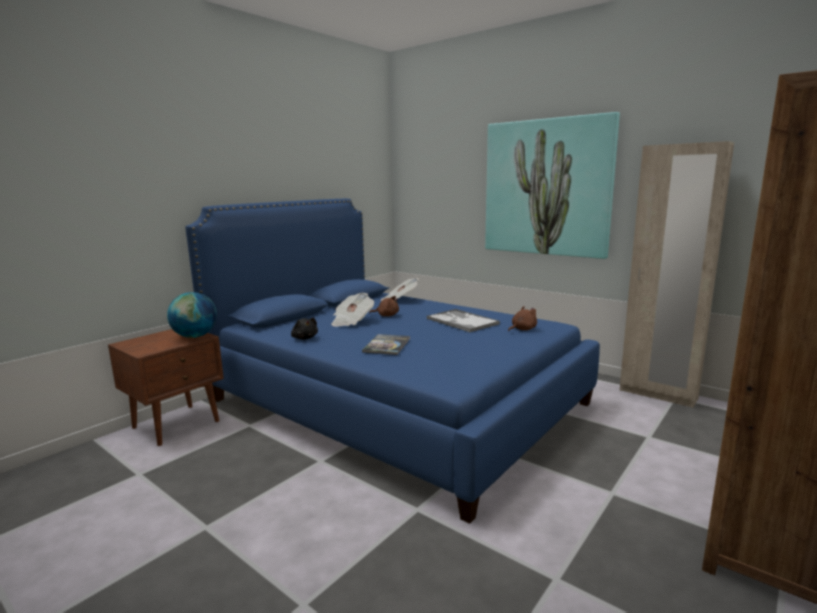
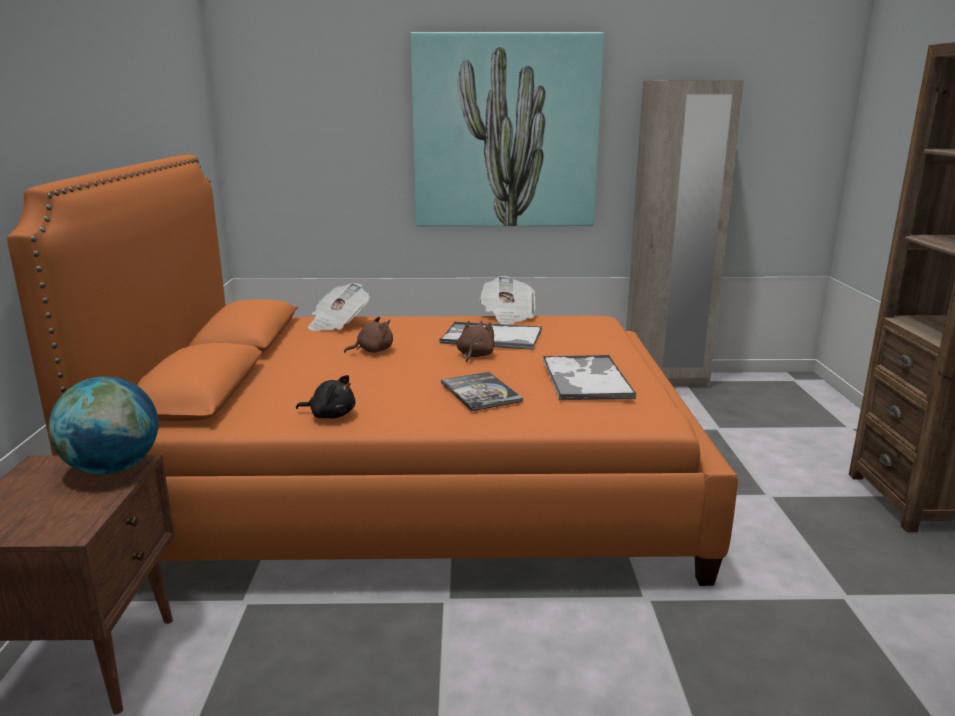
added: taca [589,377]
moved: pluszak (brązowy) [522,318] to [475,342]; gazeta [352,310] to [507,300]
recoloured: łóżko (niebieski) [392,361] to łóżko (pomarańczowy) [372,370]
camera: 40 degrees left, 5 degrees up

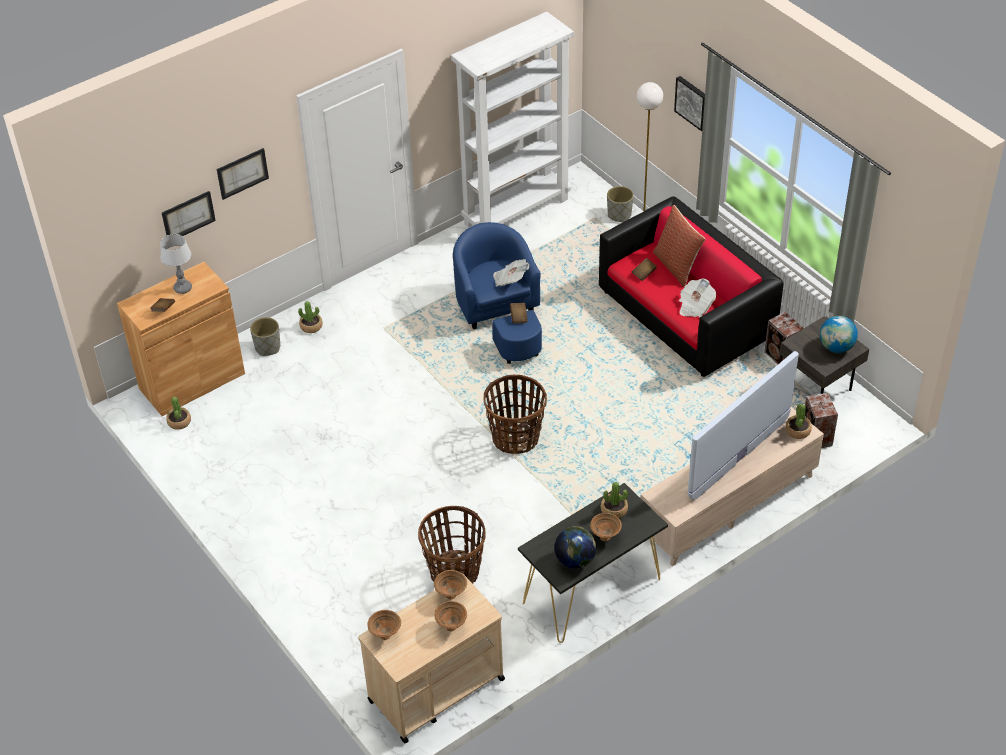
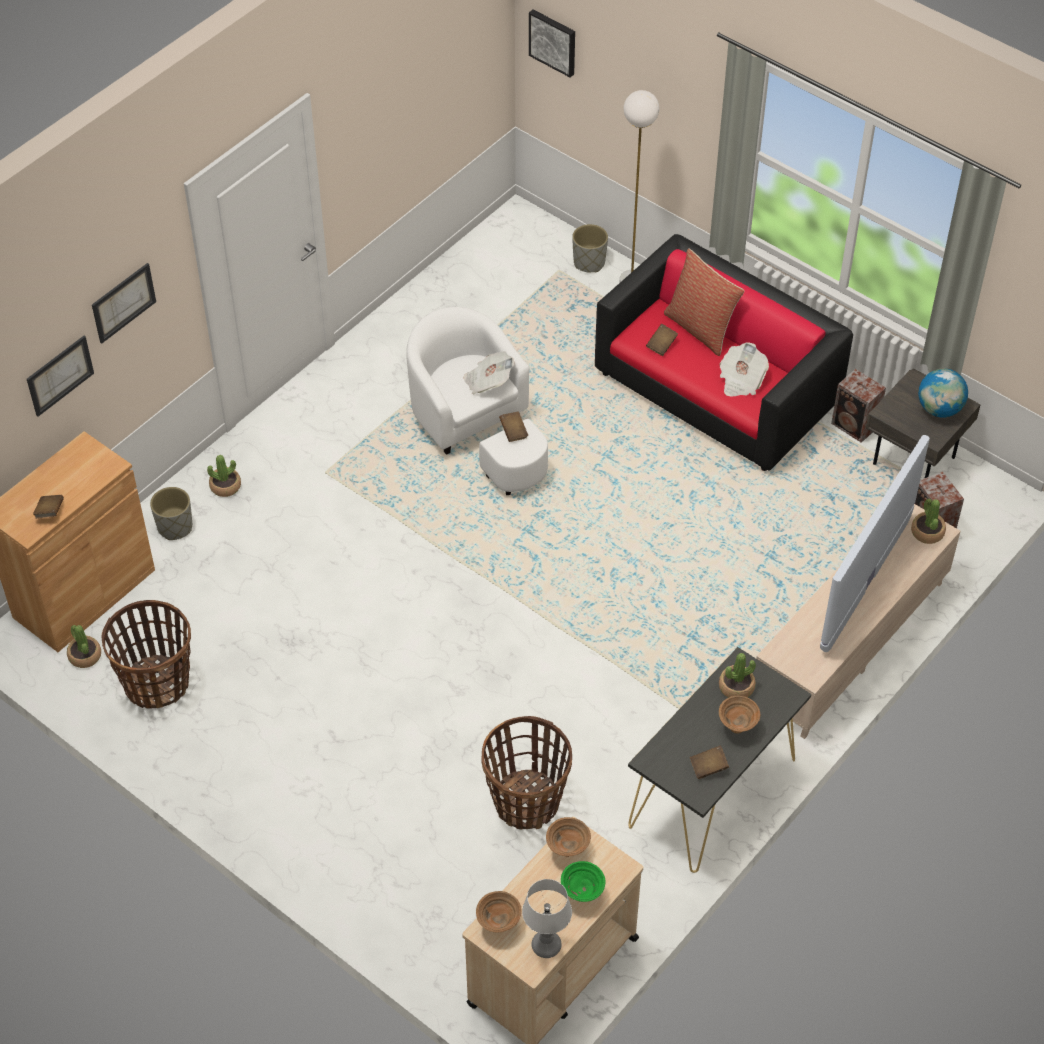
removed: regał (biały) [512,119]
moved: koszyk [515,414] to [146,654]; lampa stołowa [176,264] to [547,918]; obraz [689,103] to [552,43]
replaced: globus [575,547] to książka (brązowy) [709,762]
recoloured: fotel (niebieski) [497,293] to fotel (biały) [477,401]; miska (brązowy) [450,616] to miska (zielony) [583,881]
camera: 15 degrees left, 5 degrees up

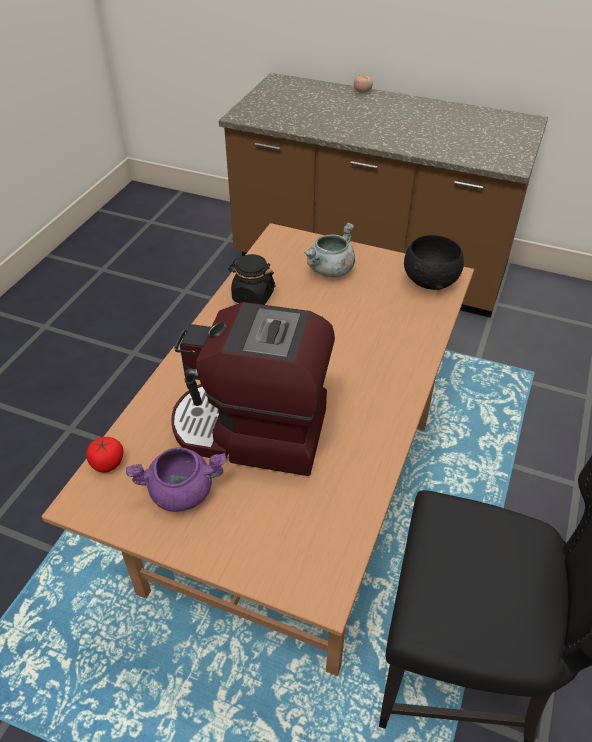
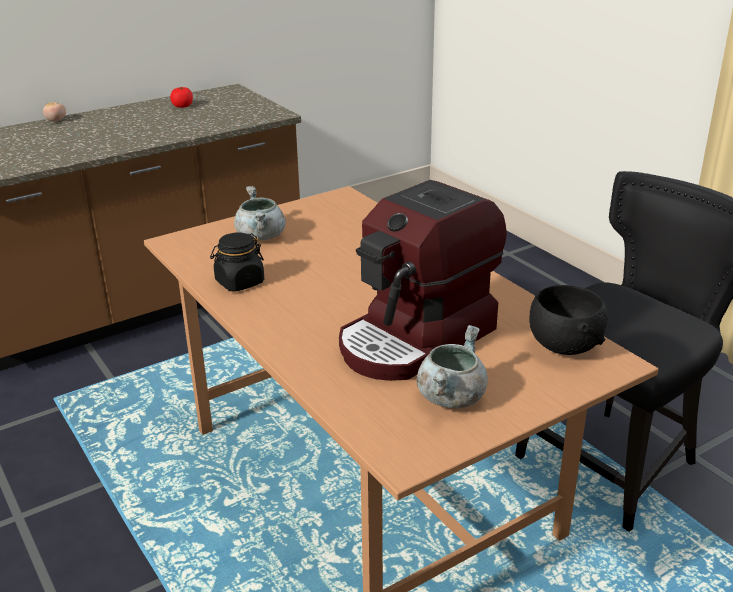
moved: pomidor [104,454] to [181,97]; miska (czarny) [434,262] to [568,320]
recoloured: garnek (fioletowy) [176,479] to garnek (szary) [452,367]
camera: 55 degrees left, 15 degrees down

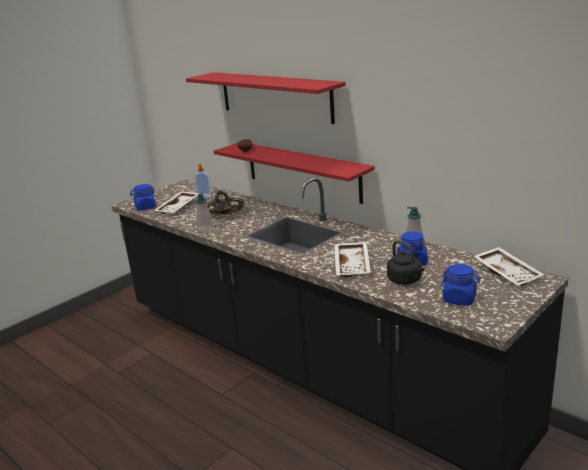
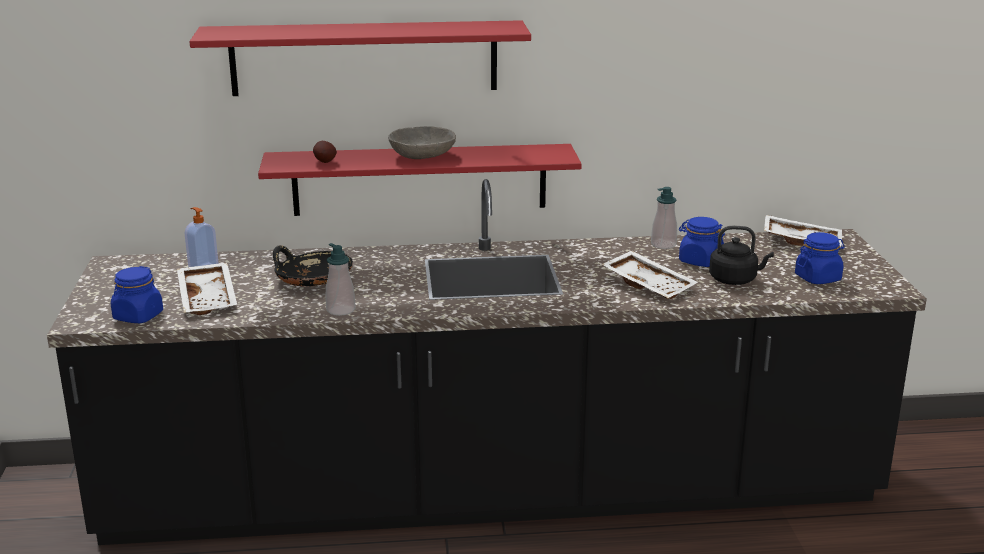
added: miska (szary) [422,142]
camera: 50 degrees left, 0 degrees up

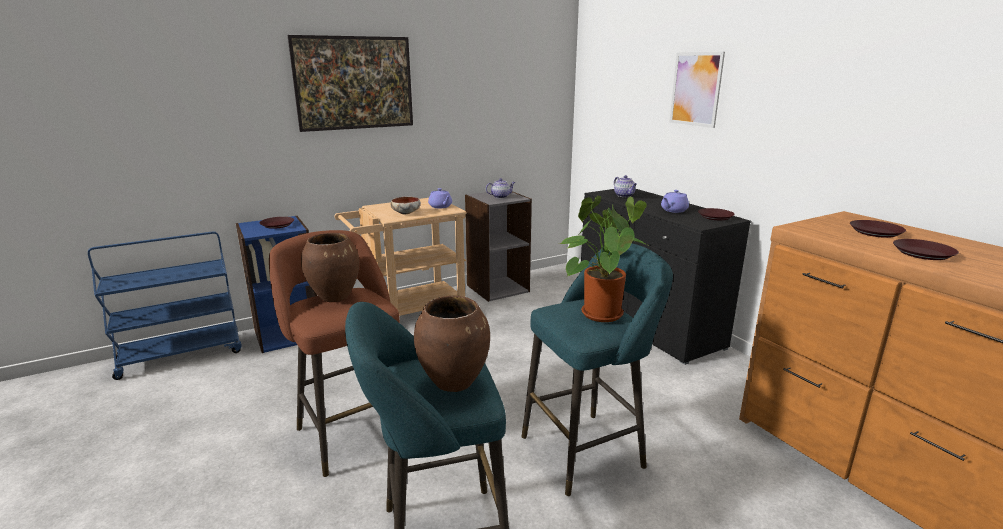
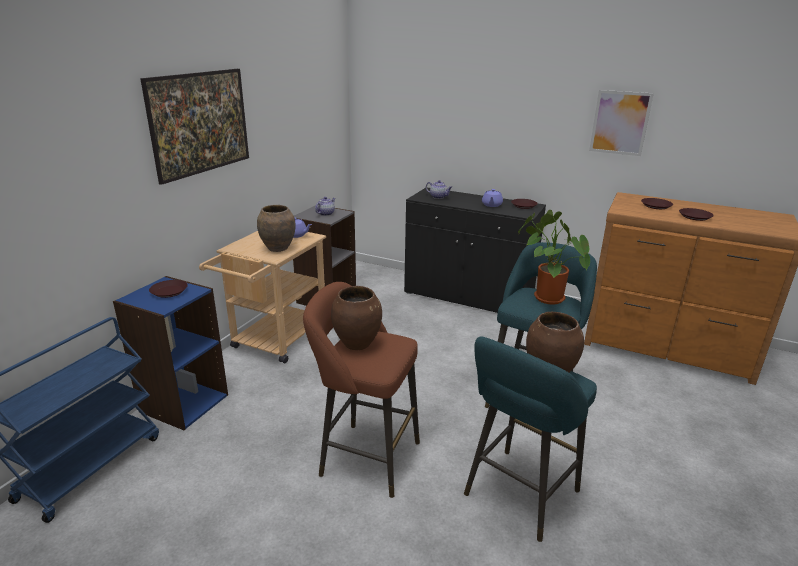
moved: obraz [697,90] to [621,123]
replaced: miska [405,205] to wazon (brązowy) [276,228]
camera: 35 degrees left, 5 degrees up

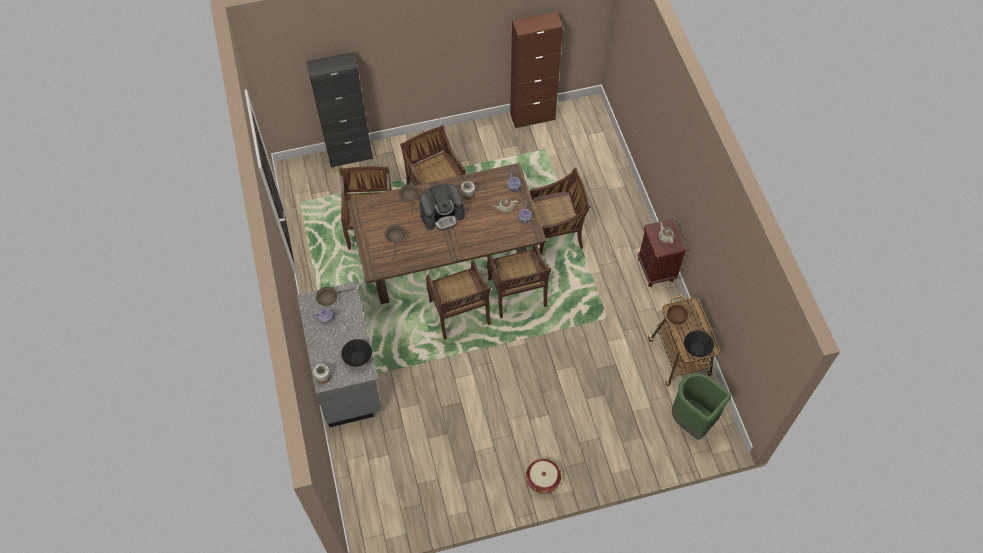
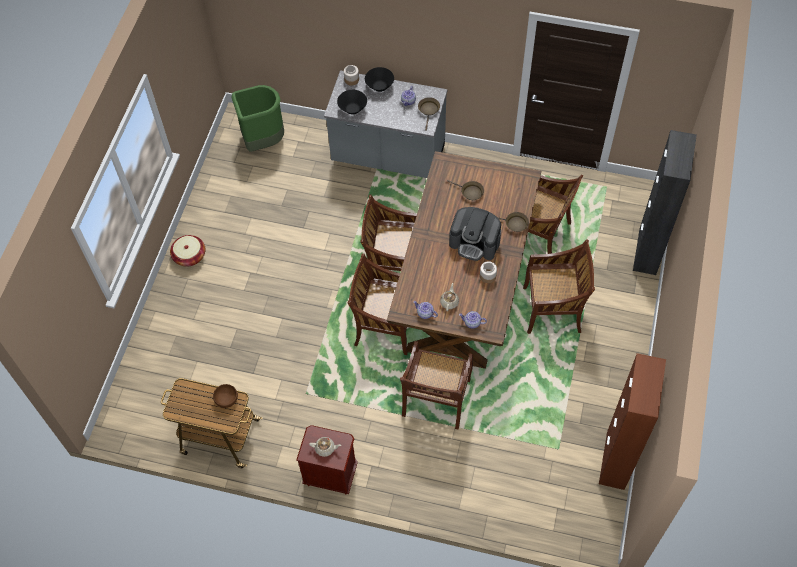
moved: kosz na śmieci (zielony) [701,406] to [257,118]; miska (czarny) [699,343] to [379,79]
turned: ekspres do kawy [442,207] = [475,234] 75 degrees counterclockwise
camera: 120 degrees right, 0 degrees up

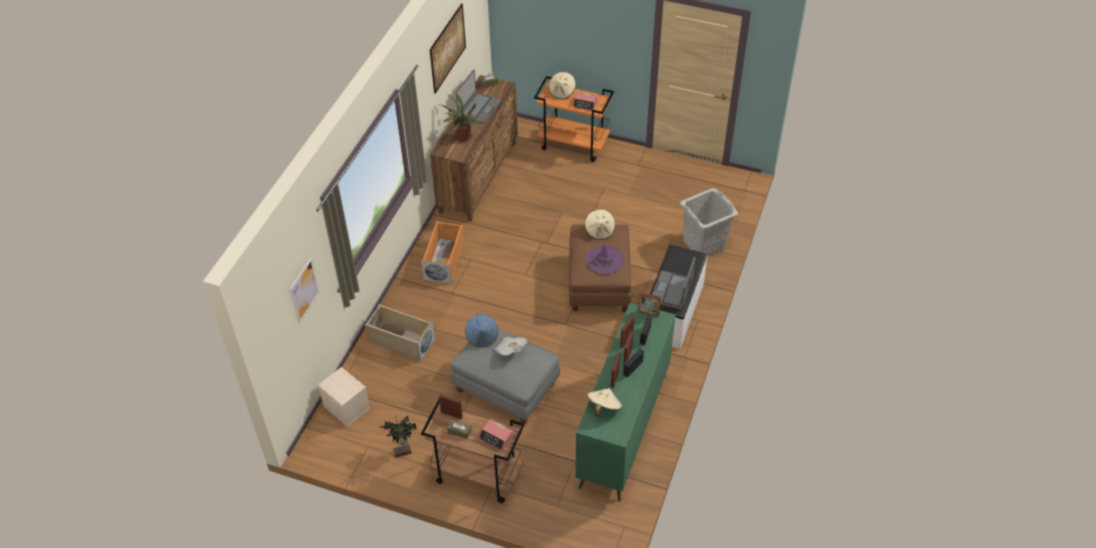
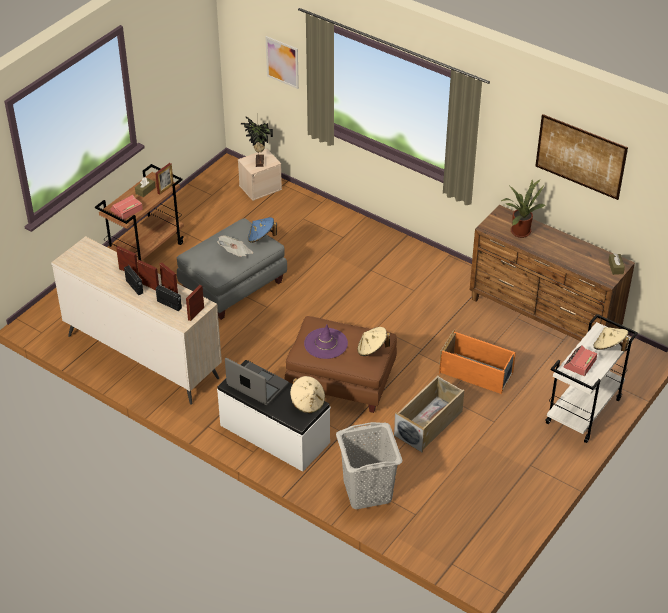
removed: laptop [478,97]
moved: roślina doniczkowa [398,436] to [257,142]; kapelusz (beżowy) [604,402] to [307,395]; pojemnik do przechowywania (beżowy) [400,333] to [429,413]; pojemnik do przechowywania (pomarańczowy) [442,252] to [477,362]
recoloured: komoda (zielony) [625,402] to komoda (beżowy) [136,320]; wózek (pomarańczowy) [574,119] to wózek (biały) [592,378]
camera: 105 degrees right, 5 degrees down

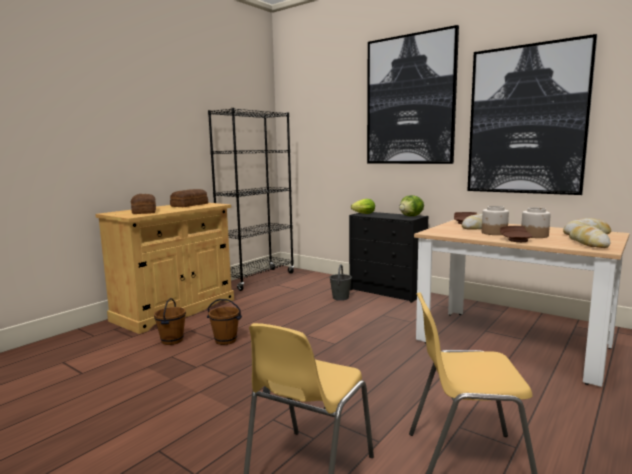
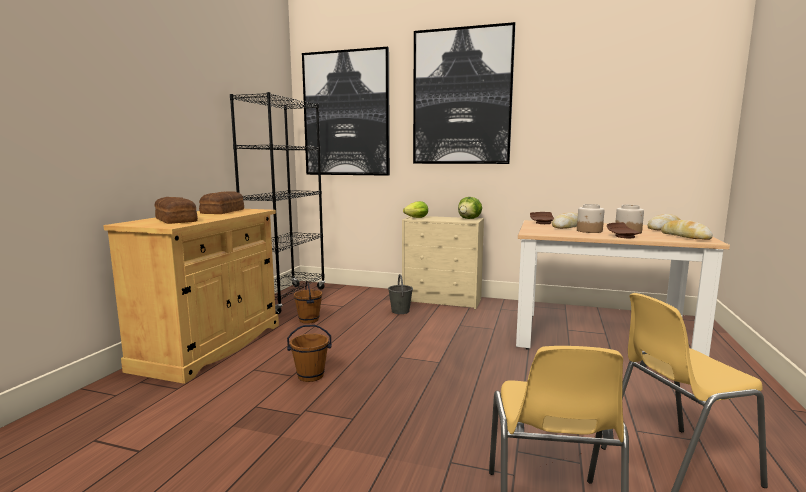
moved: wiadro (brązowy) [170,321] to [308,302]; obraz [532,114] to [346,111]
recoloured: komoda (czarny) [388,257] to komoda (beżowy) [443,262]
camera: 20 degrees left, 0 degrees up

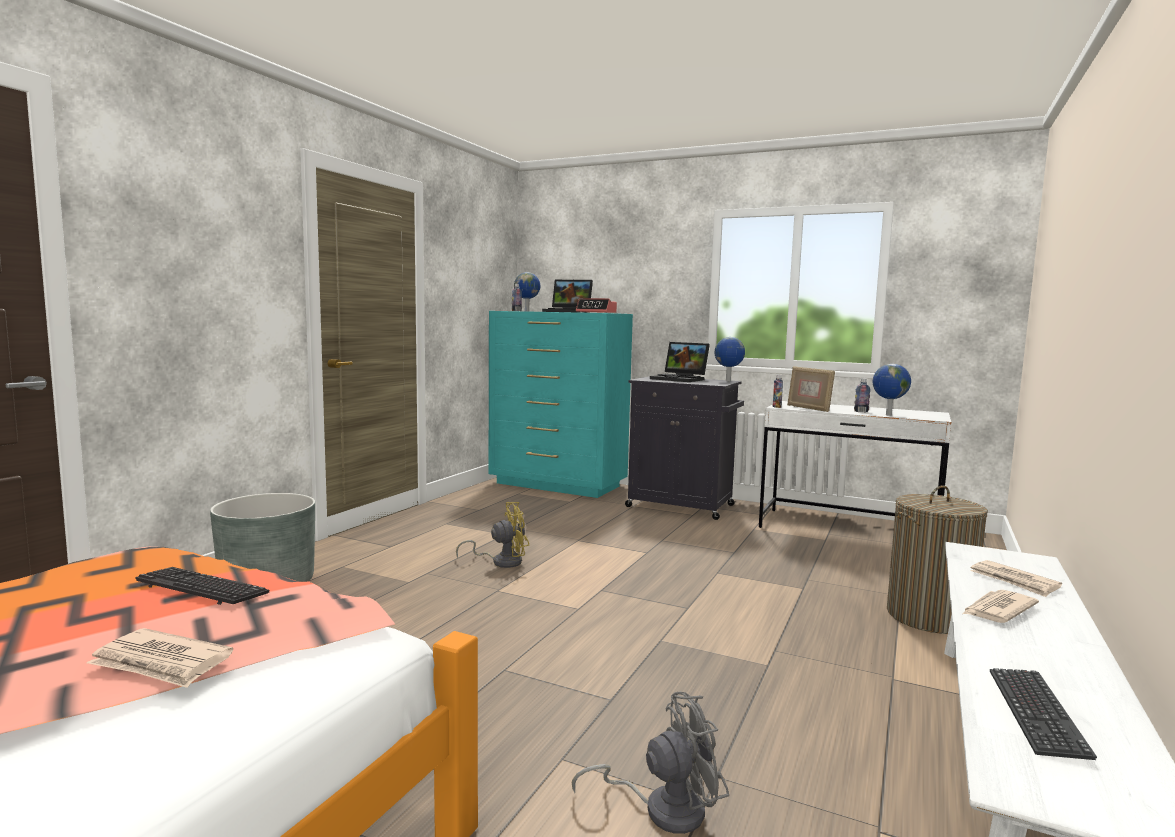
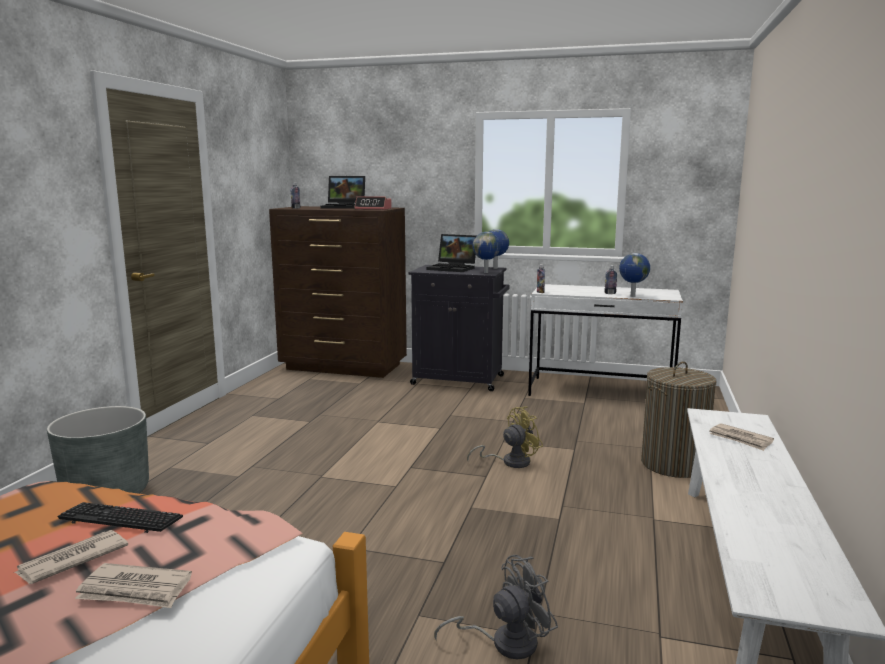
removed: ramka na zdjęcie [811,389]; klawiatura [1043,714]
moved: gazeta [1001,606] to [71,557]; wentylator (żółty) [492,535] to [505,437]; globus [527,292] to [487,252]
recoloured: komoda (turkusowy) [561,404] to komoda (brązowy) [338,292]
camera: 10 degrees left, 5 degrees up

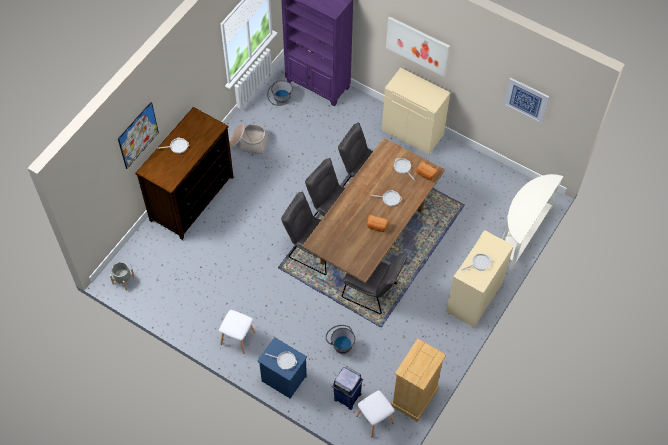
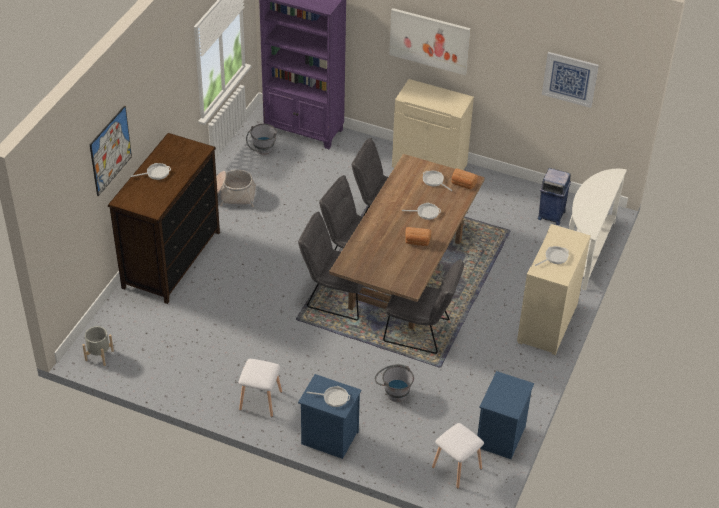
moved: kosz na śmieci (niebieski) [347,388] to [554,196]
replaced: komoda (beżowy) [418,380] to szafka nocna (niebieski) [505,415]
camera: 10 degrees left, 15 degrees down

